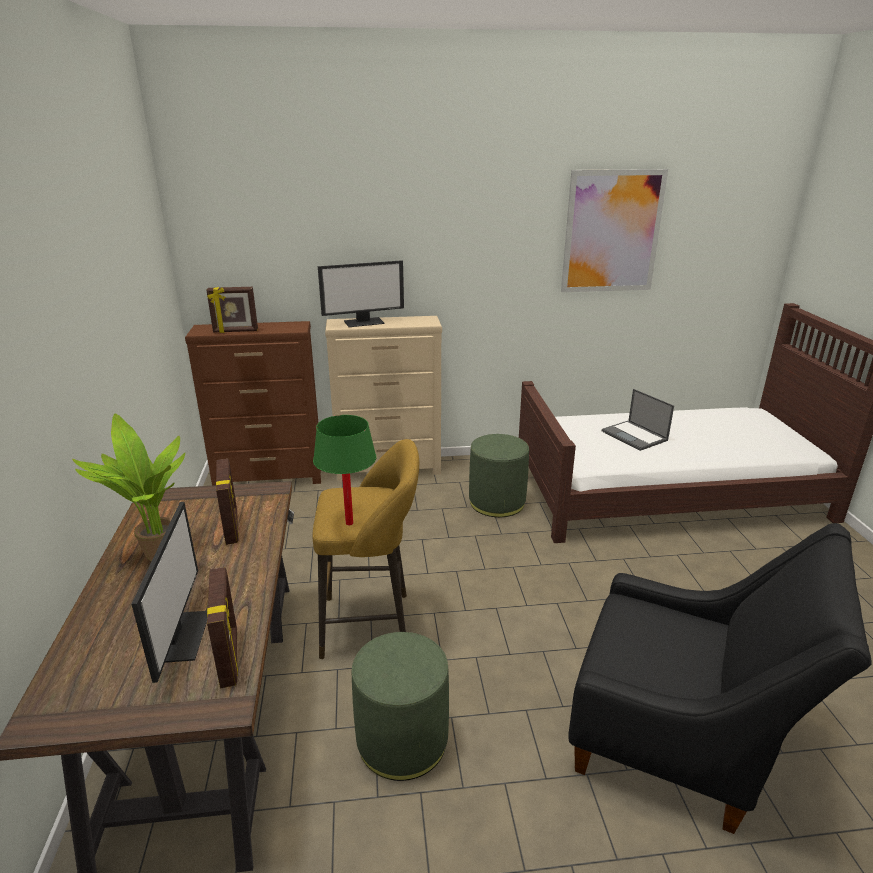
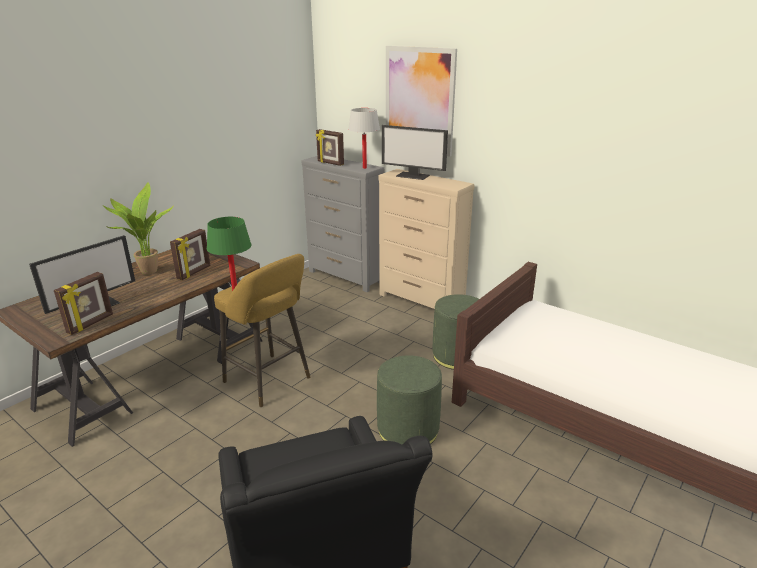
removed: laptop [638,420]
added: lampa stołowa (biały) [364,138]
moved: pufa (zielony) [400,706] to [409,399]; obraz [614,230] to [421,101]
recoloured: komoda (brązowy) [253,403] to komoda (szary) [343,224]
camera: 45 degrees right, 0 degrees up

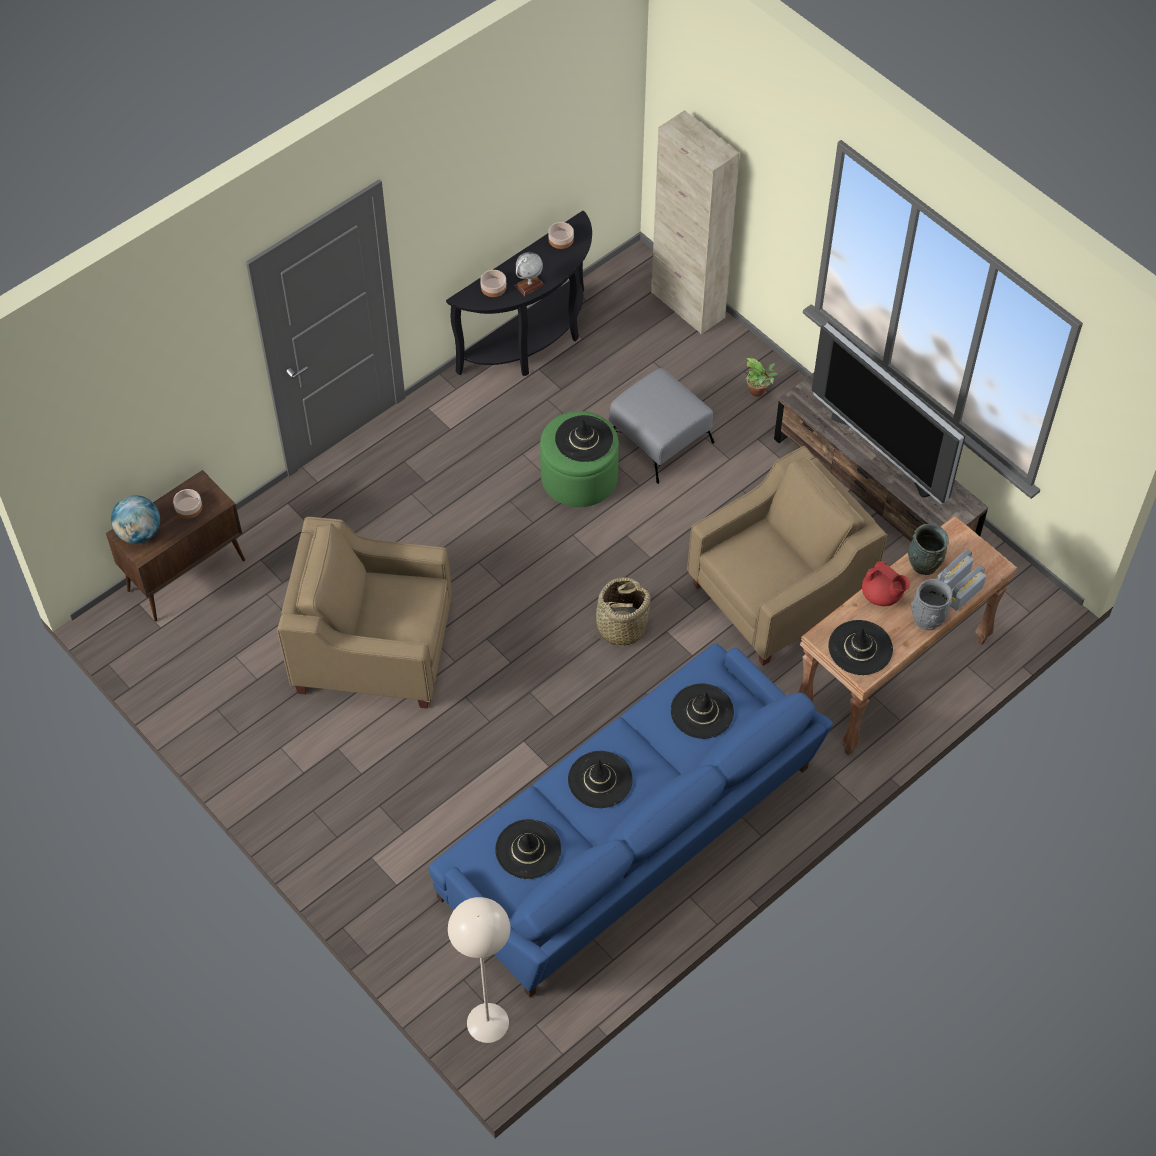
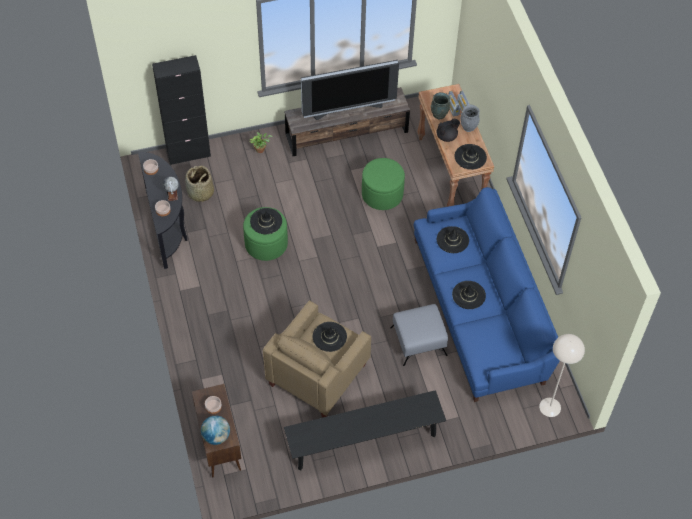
added: ławka (czarny) [365,430]
moved: koszyk [620,611] to [199,184]; kapelusz (czarny) [528,849] to [330,337]; pufa (szary) [662,426] to [419,335]
replaced: fotel (beżowy) [787,556] to pufa (zielony) [383,184]
recoloured: szafka (beżowy) [695,222] to szafka (czarny) [181,110]; imbryk (czerwony) [886,583] to imbryk (czarny) [448,130]
camera: 65 degrees left, 0 degrees up

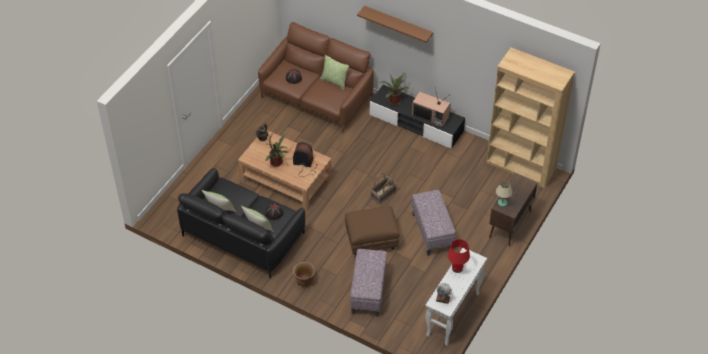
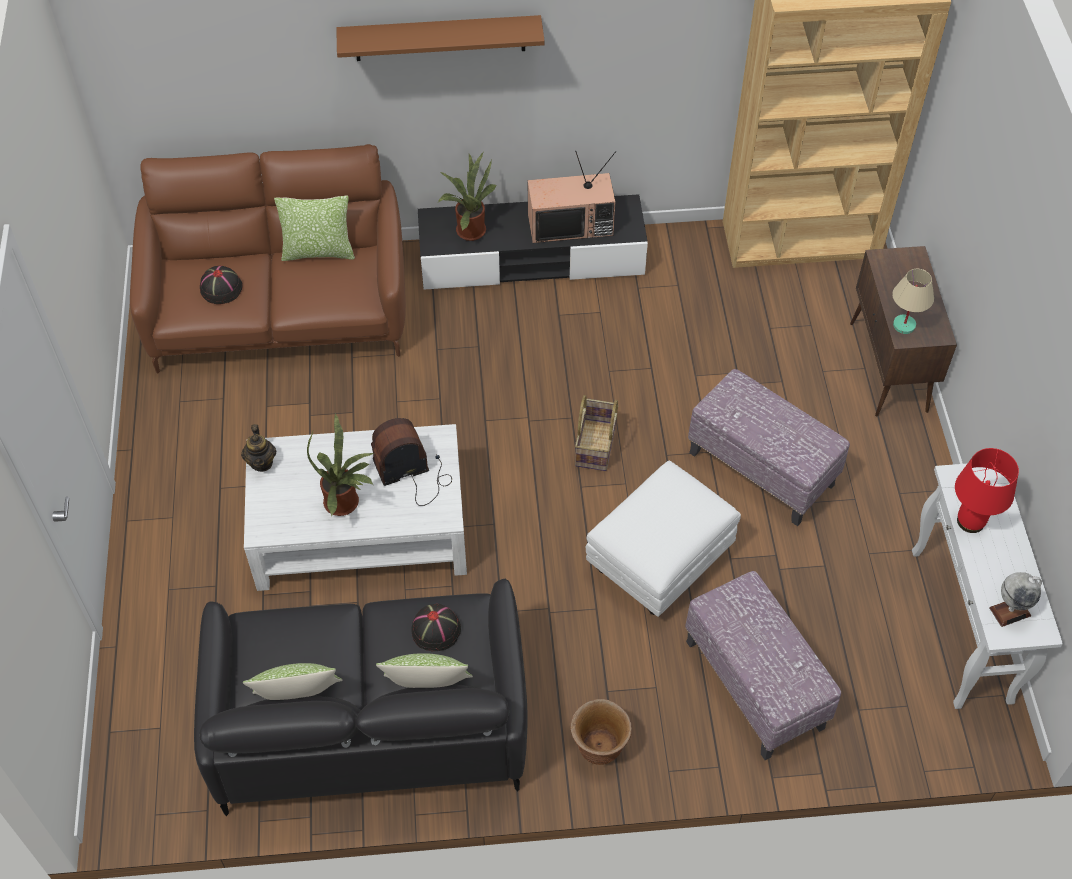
recoloured: ława (brązowy) [285,170] to ława (biały) [355,507]; pufa (brązowy) [372,230] to pufa (biały) [663,539]
camera: 35 degrees left, 5 degrees up

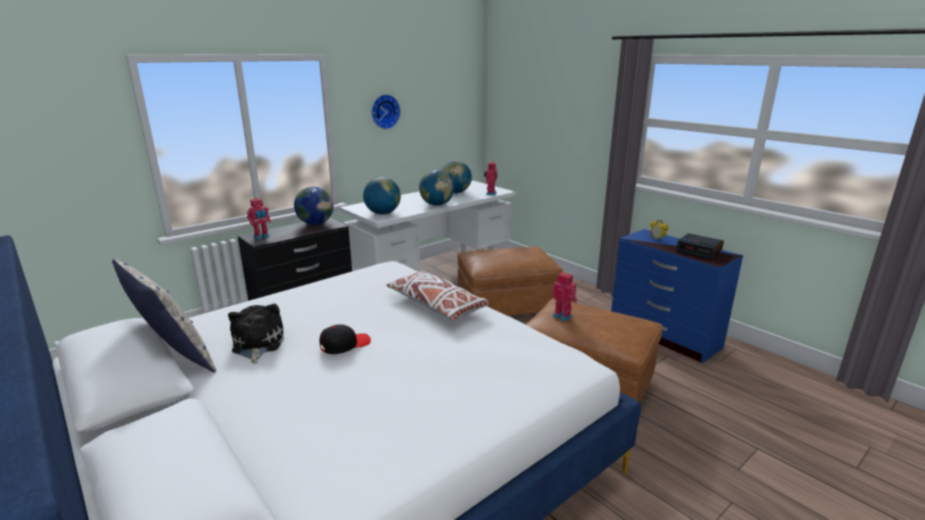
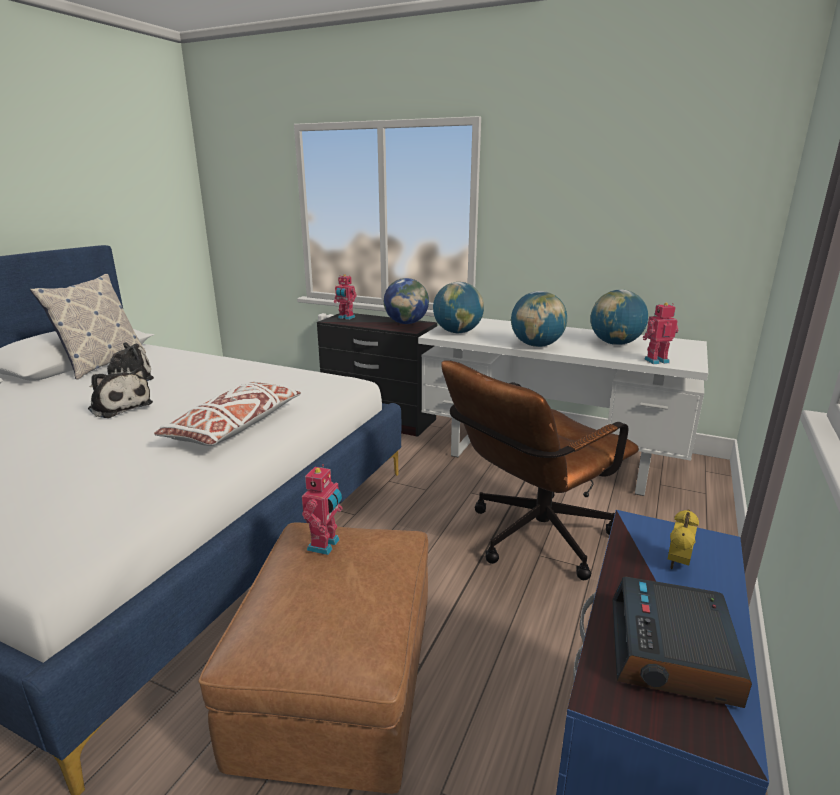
removed: zegar ścienny [386,111]
replaced: czapka z daszkiem (czarny) [345,339] to pluszak [120,392]; pufa (brązowy) [510,281] to krzesło biurowe (brązowy) [540,470]
camera: 65 degrees right, 0 degrees up

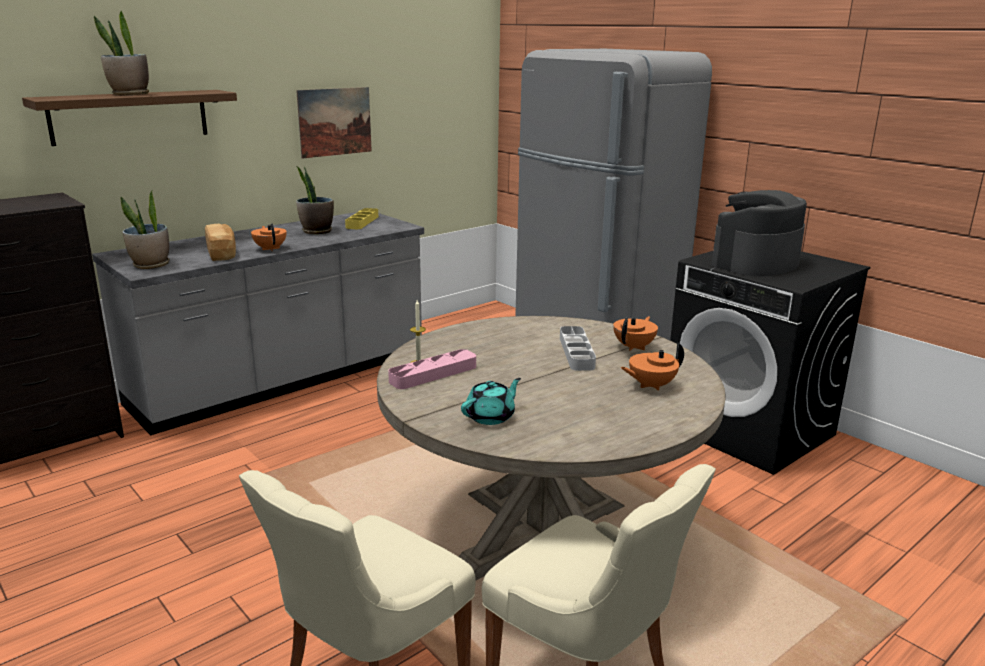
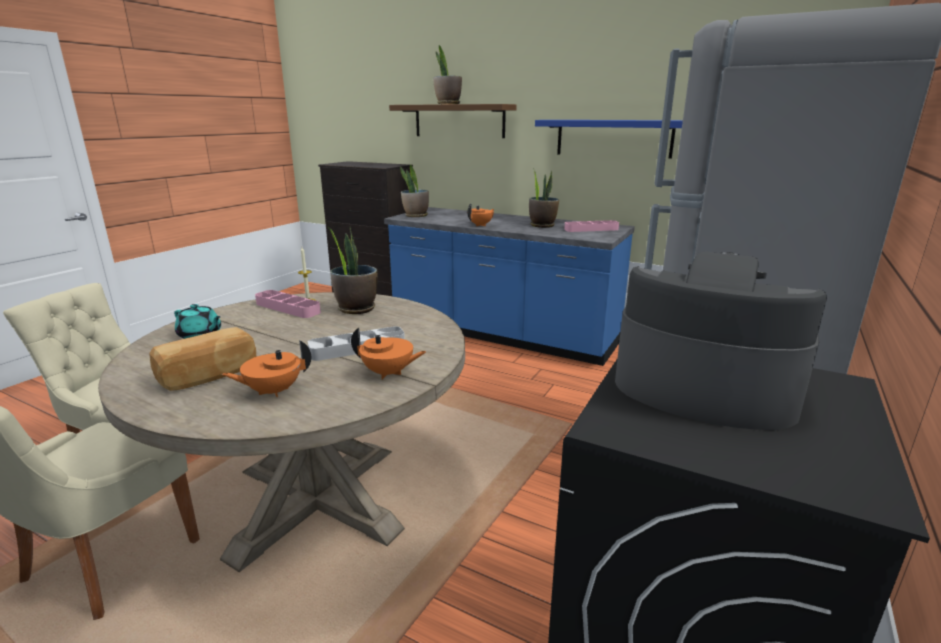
added: roślina doniczkowa [352,270]
moved: chleb [220,242] to [202,359]
replaced: obraz [334,123] to półka (niebieski) [609,139]
recoloured: zabudowa kuchenna (szary) [258,324] to zabudowa kuchenna (niebieski) [509,286]; taca (żółty) [361,218] to taca (różowy) [591,226]
turned: imbryk (pomarańczowy) [652,366] = [266,368] 75 degrees counterclockwise
camera: 70 degrees right, 0 degrees up

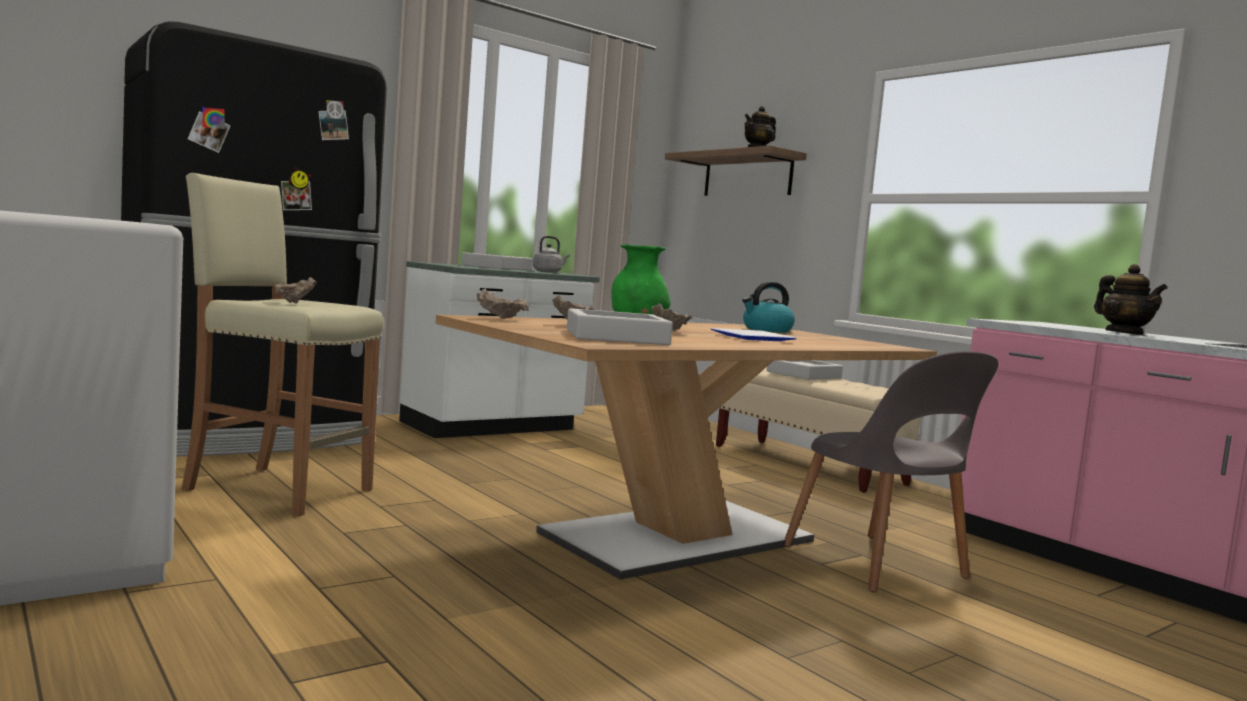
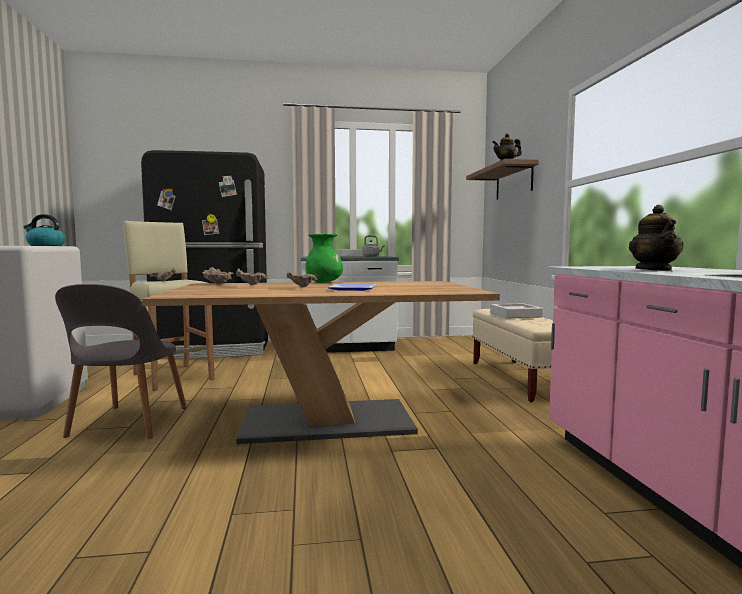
removed: taca (szary) [620,326]
moved: czajnik [768,307] to [44,230]; krzesło (szary) [892,471] to [121,361]
camera: 30 degrees right, 0 degrees up

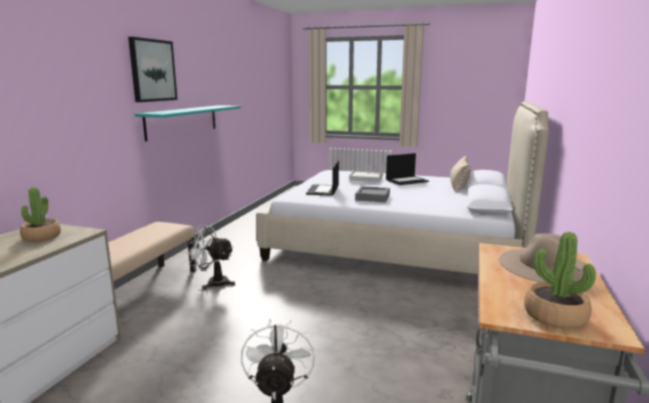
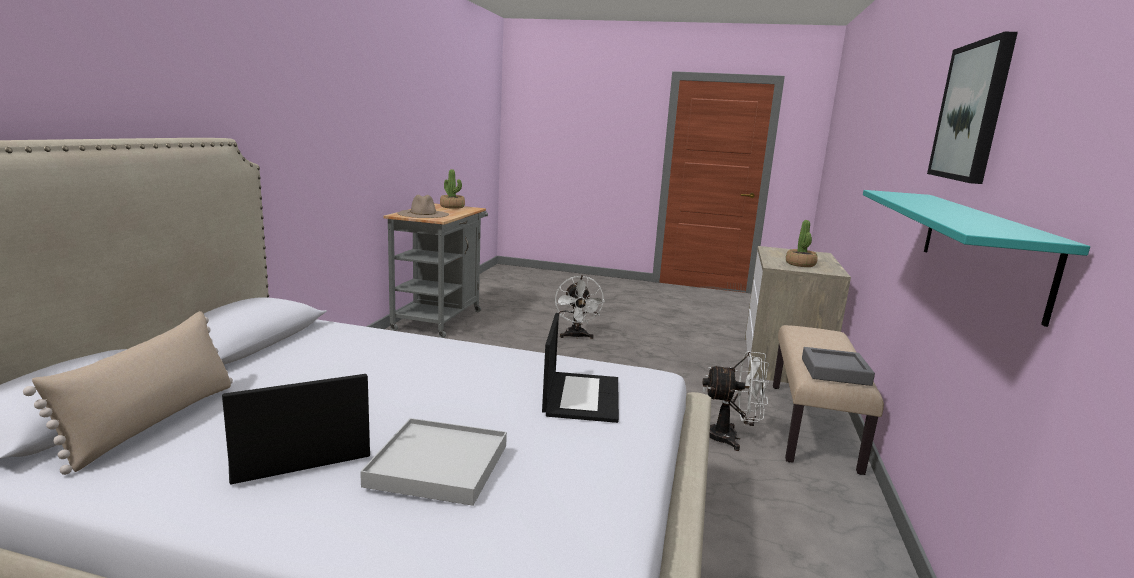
moved: taca (szary) [372,194] to [838,366]
camera: 175 degrees right, 0 degrees up

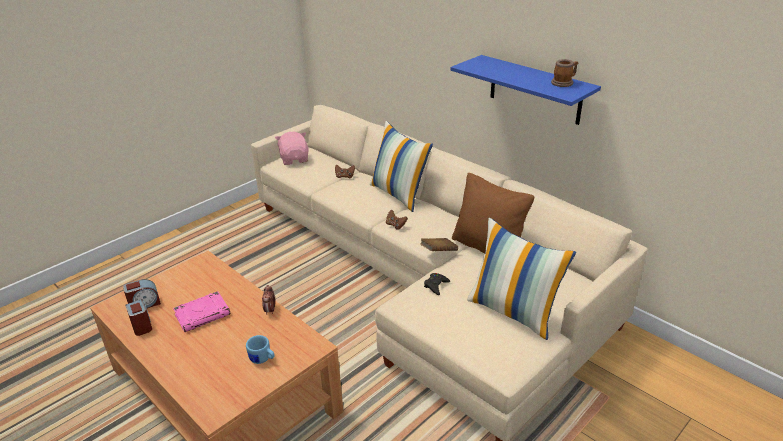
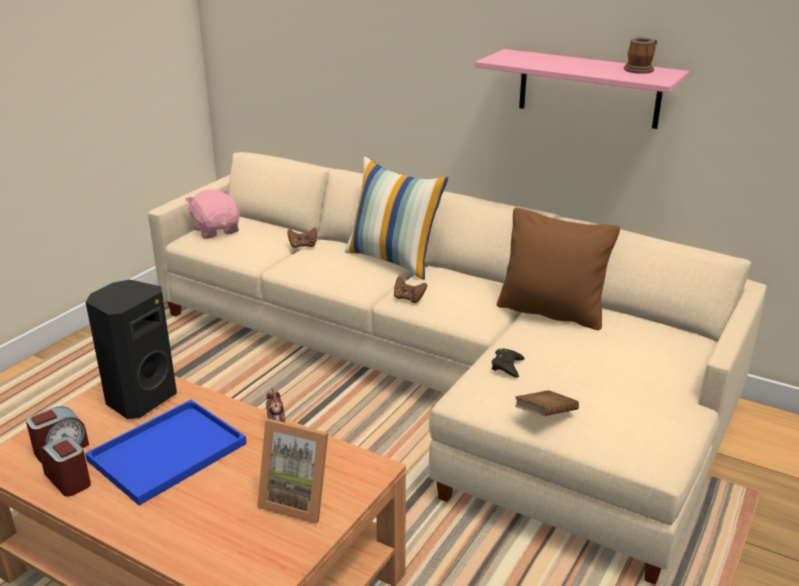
removed: poduszka [521,279]
added: głośnik (czarny) [131,349]
moved: książka (brązowy) [439,244] to [547,403]
replaced: książka (różowy) [201,311] to taca (niebieski) [166,453]; kubek (niebieski) [260,349] to ramka na zdjęcie [292,471]
recoloured: półka (niebieski) [526,90] to półka (różowy) [582,89]
camera: 15 degrees left, 5 degrees down

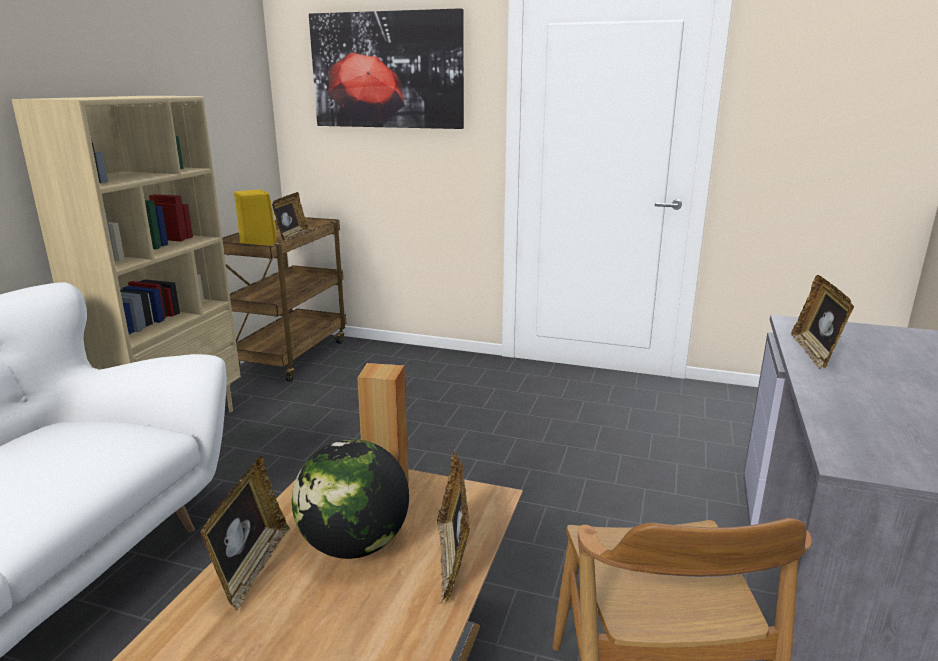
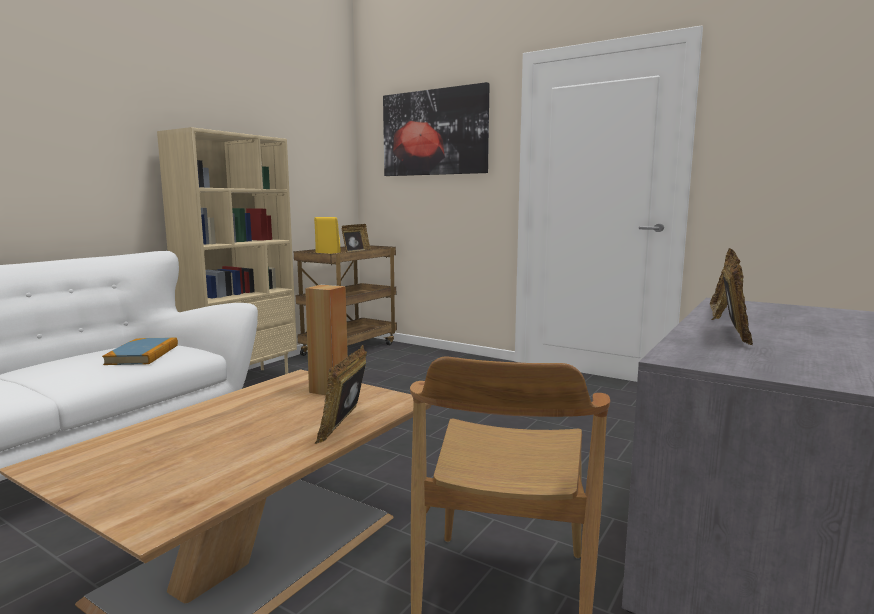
removed: globus [350,499]
added: książka [140,351]
moved: ramka na zdjęcie [245,533] to [738,300]
camera: 15 degrees right, 10 degrees down

